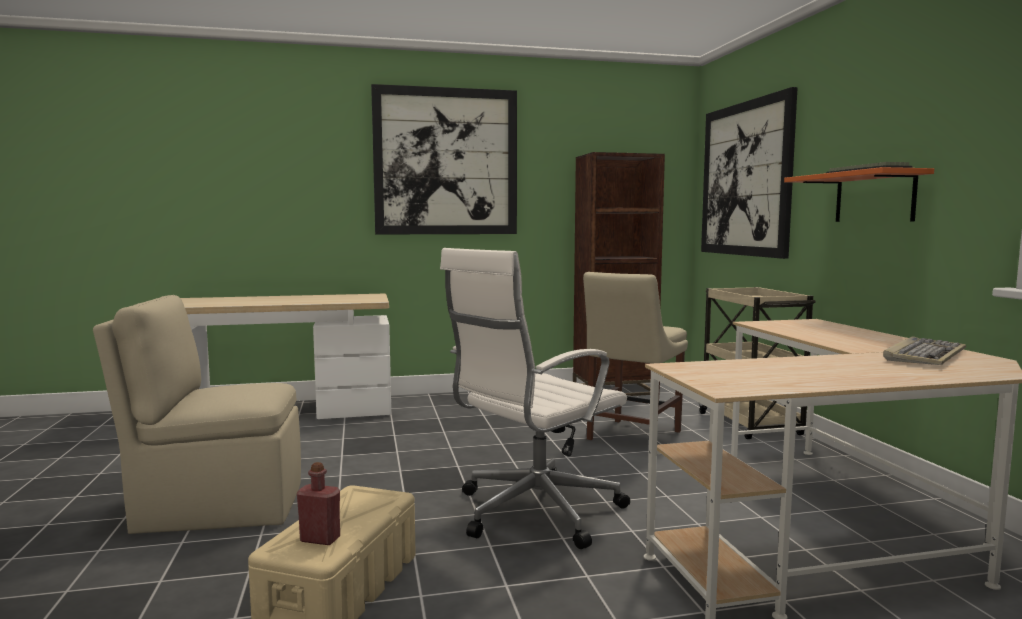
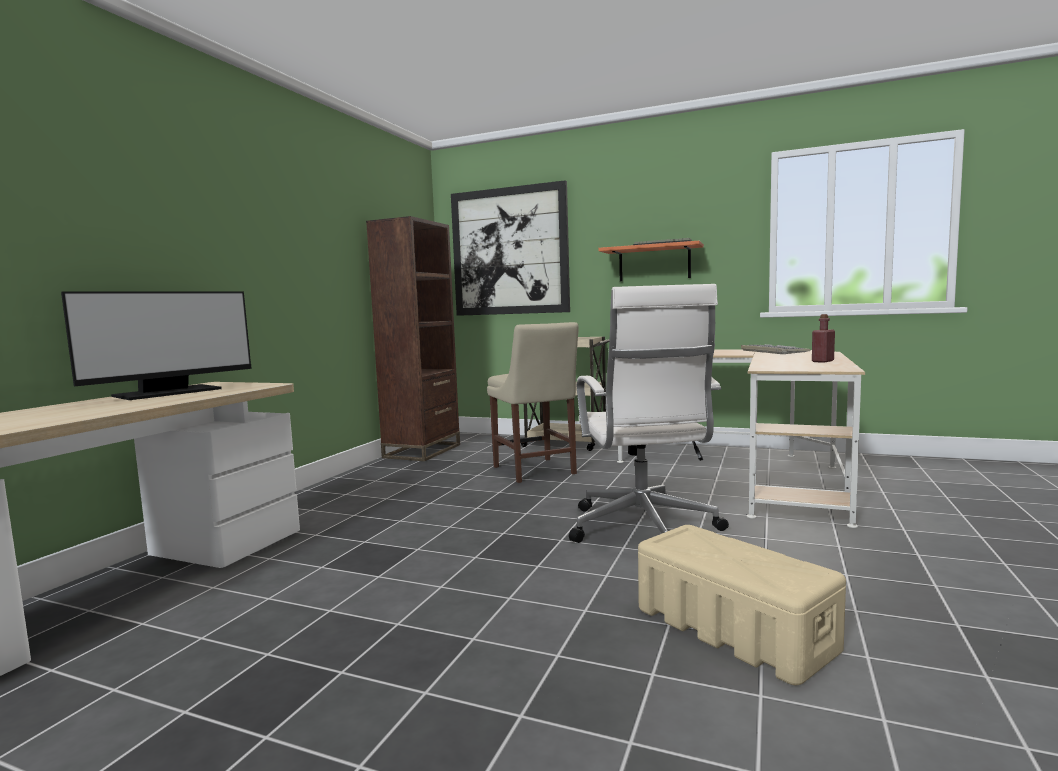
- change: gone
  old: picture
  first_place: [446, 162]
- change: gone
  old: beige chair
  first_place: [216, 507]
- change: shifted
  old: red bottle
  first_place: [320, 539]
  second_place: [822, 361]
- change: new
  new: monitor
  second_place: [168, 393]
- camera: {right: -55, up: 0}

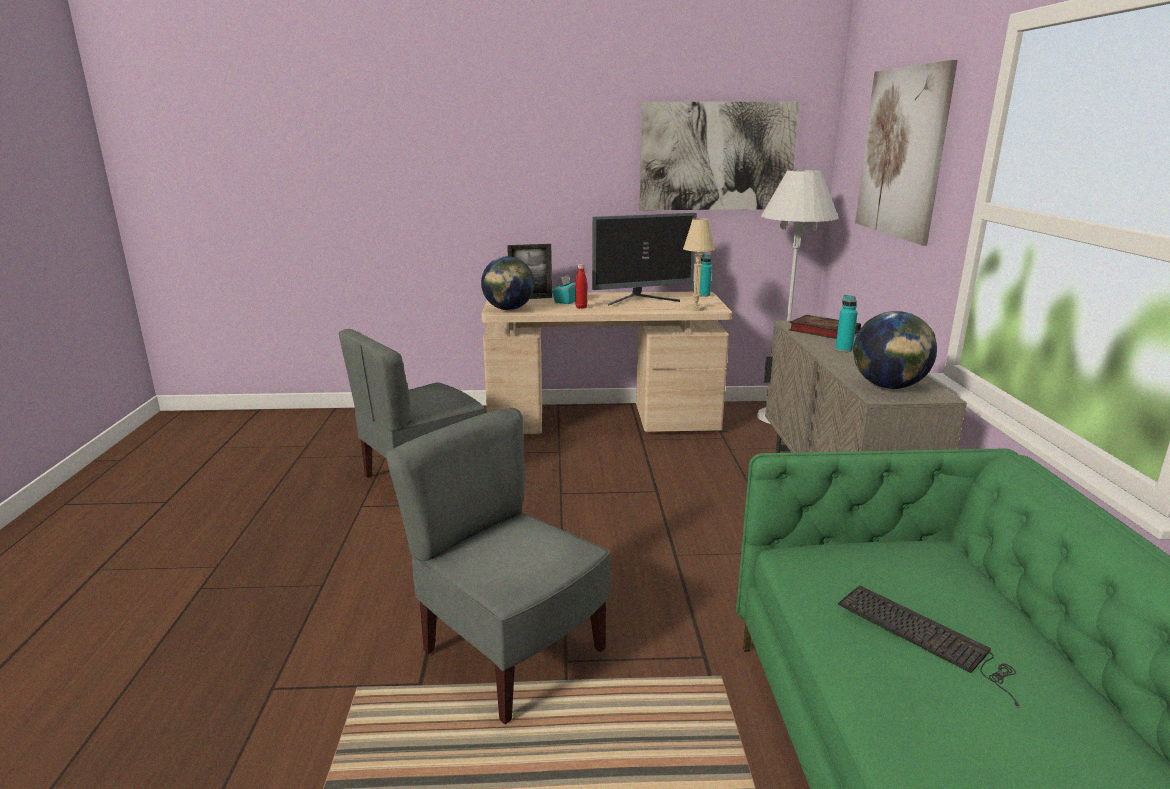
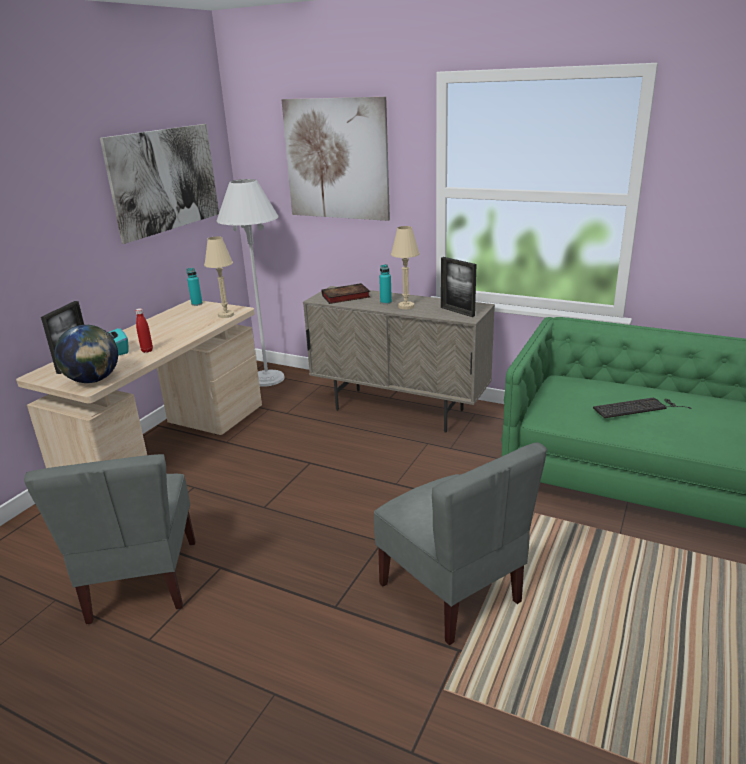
- change: gone
  old: monitor
  first_place: [641, 300]
- change: swapped
  old: globe
  new: picture frame
  first_place: [888, 387]
  second_place: [457, 311]
- change: rotated
  old: grey chair
  first_place: [510, 652]
  second_place: [452, 592]
  degrees: -105
- change: new
  new: beige table lamp
  second_place: [406, 306]
- camera: {right: -60, up: 5}

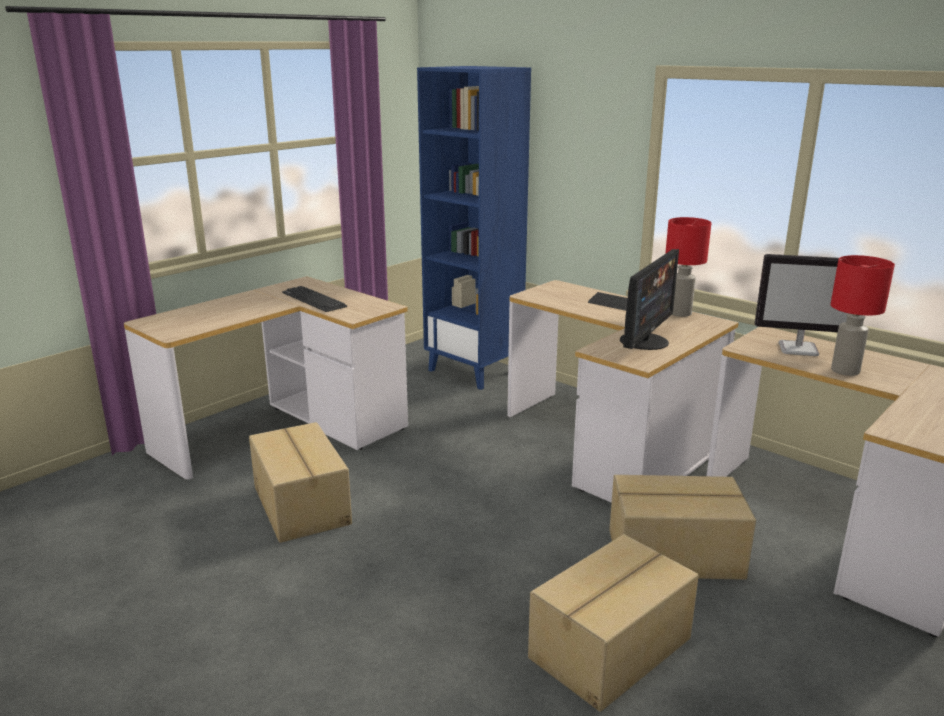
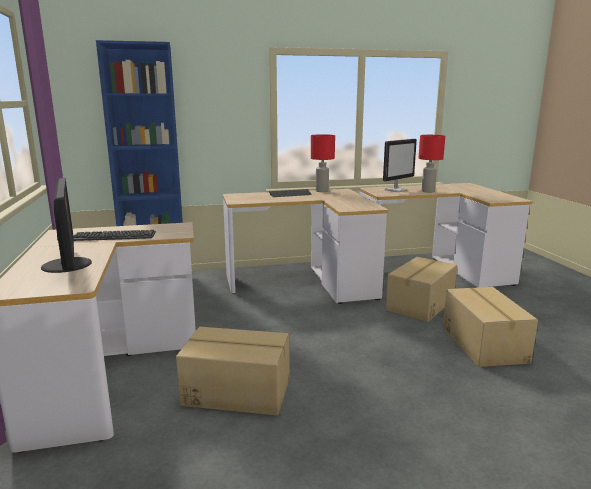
- change: shifted
  old: monitor
  first_place: [645, 341]
  second_place: [68, 264]
- camera: {right: -55, up: -5}

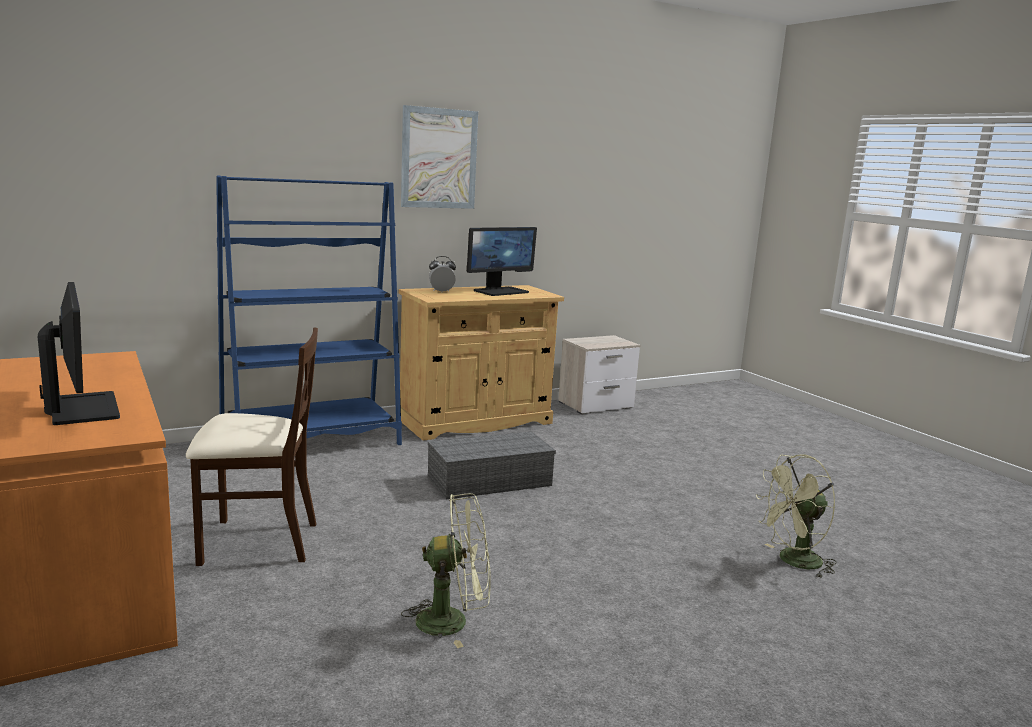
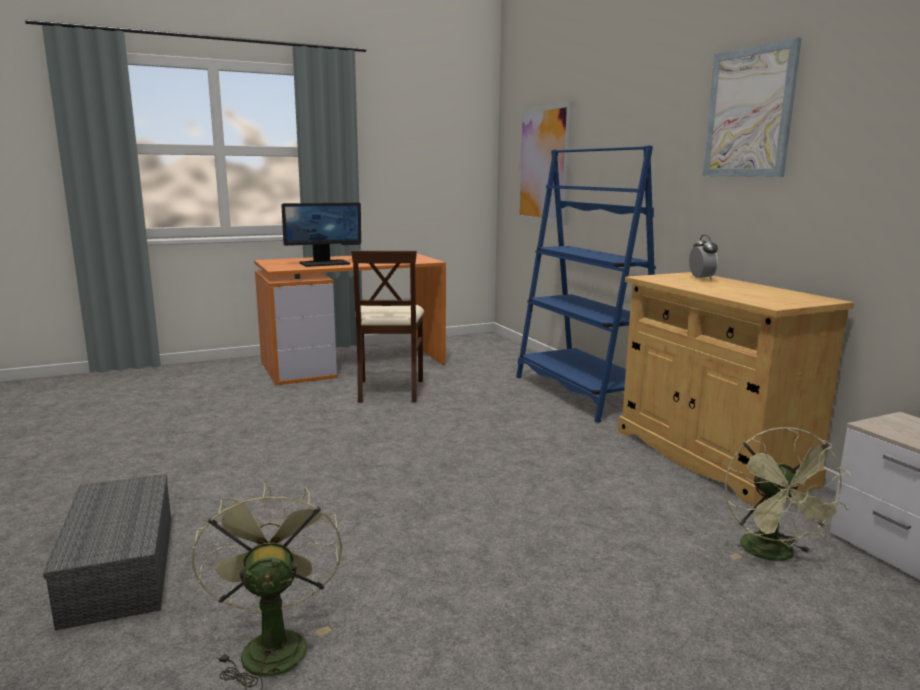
- change: gone
  old: monitor
  first_place: [500, 291]
- change: shifted
  old: grey storage box
  first_place: [490, 480]
  second_place: [122, 569]
- change: shifted
  old: green fan
  first_place: [453, 621]
  second_place: [774, 555]
- change: new
  new: picture
  second_place: [544, 165]
- camera: {right: 95, up: 0}

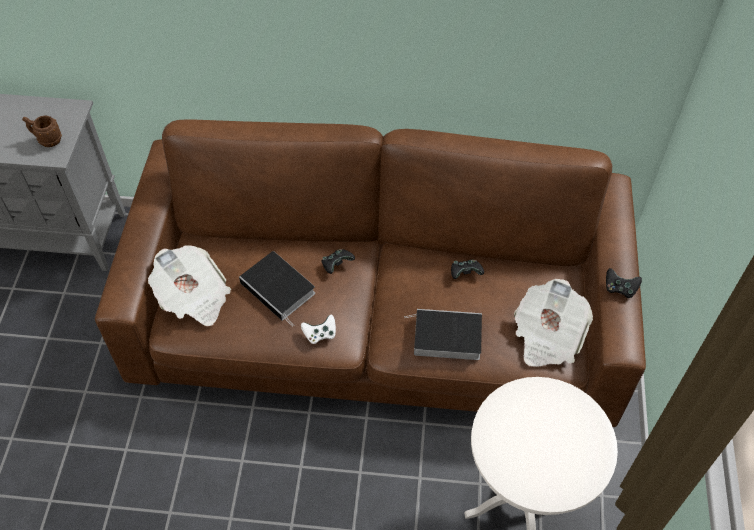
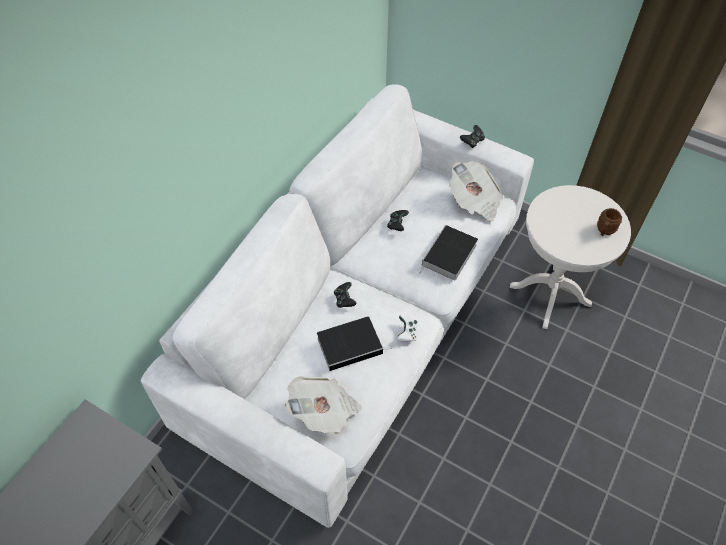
- change: shifted
  old: brown mug
  first_place: [47, 140]
  second_place: [604, 231]
- change: repainted
  old: brown sofa
  new: white sofa
  first_place: [377, 318]
  second_place: [362, 317]
- camera: {right: -65, up: 0}

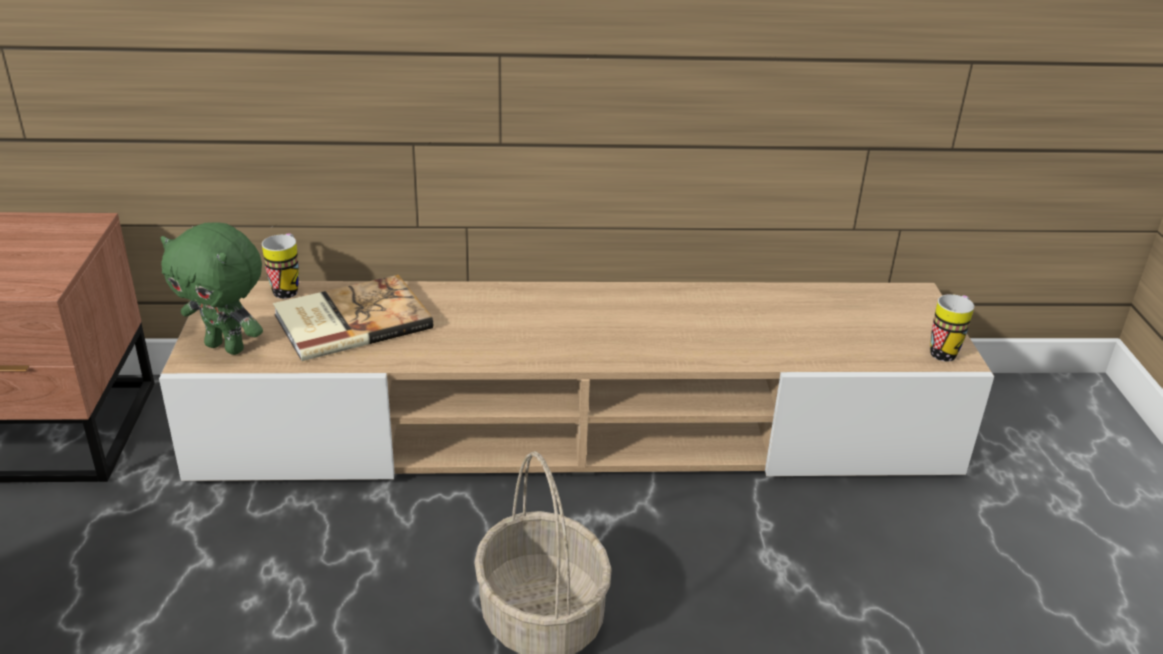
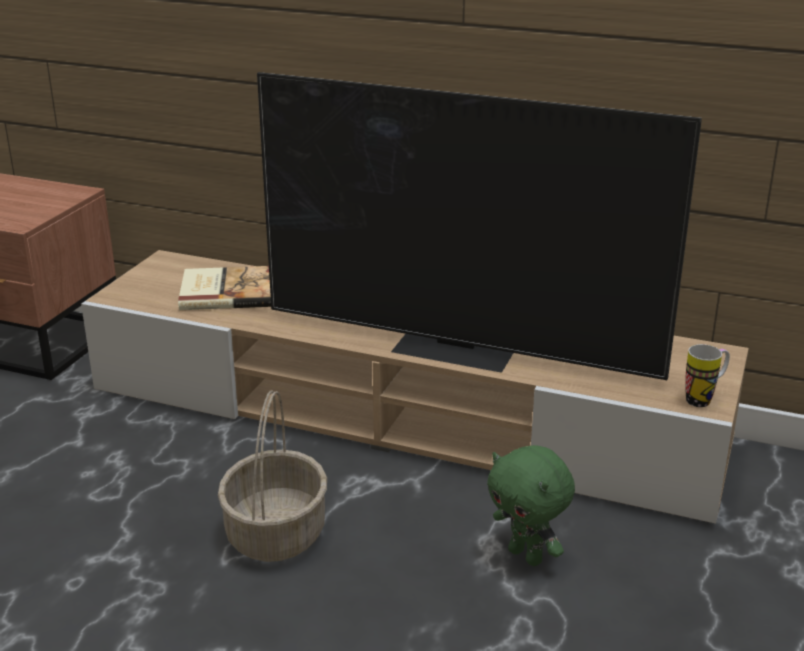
- change: shifted
  old: green plush toy
  first_place: [227, 347]
  second_place: [527, 556]
- change: gone
  old: mug
  first_place: [288, 288]
- change: new
  new: television
  second_place: [458, 347]
- camera: {right: 25, up: -5}

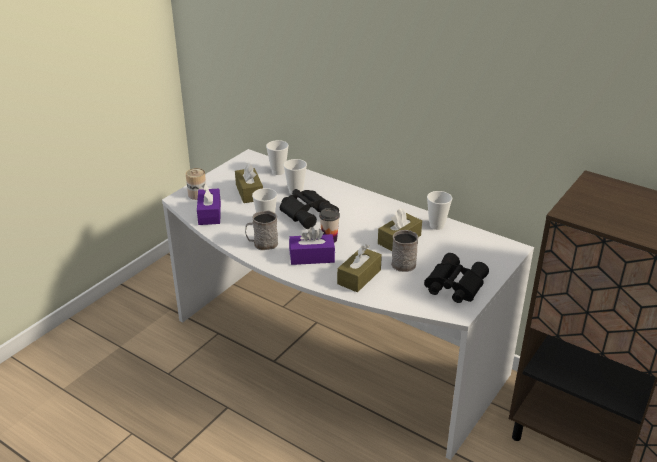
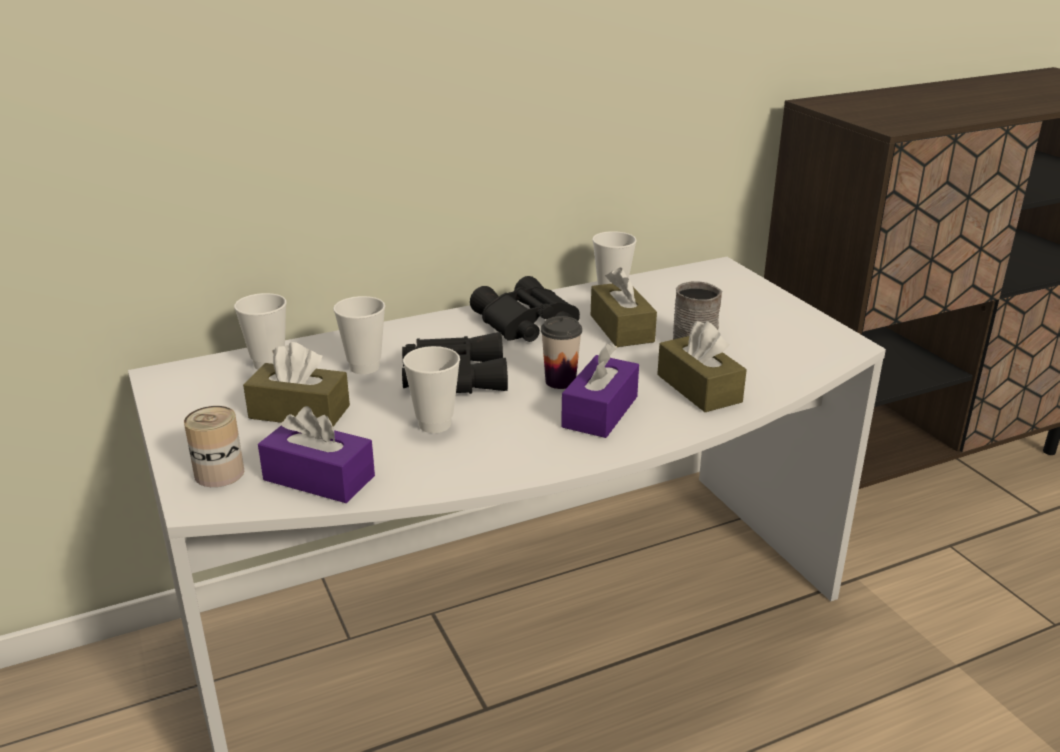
- change: gone
  old: grey mug
  first_place: [262, 244]
- change: shifted
  old: black binoculars
  first_place: [453, 285]
  second_place: [525, 324]
- camera: {right: -60, up: -5}

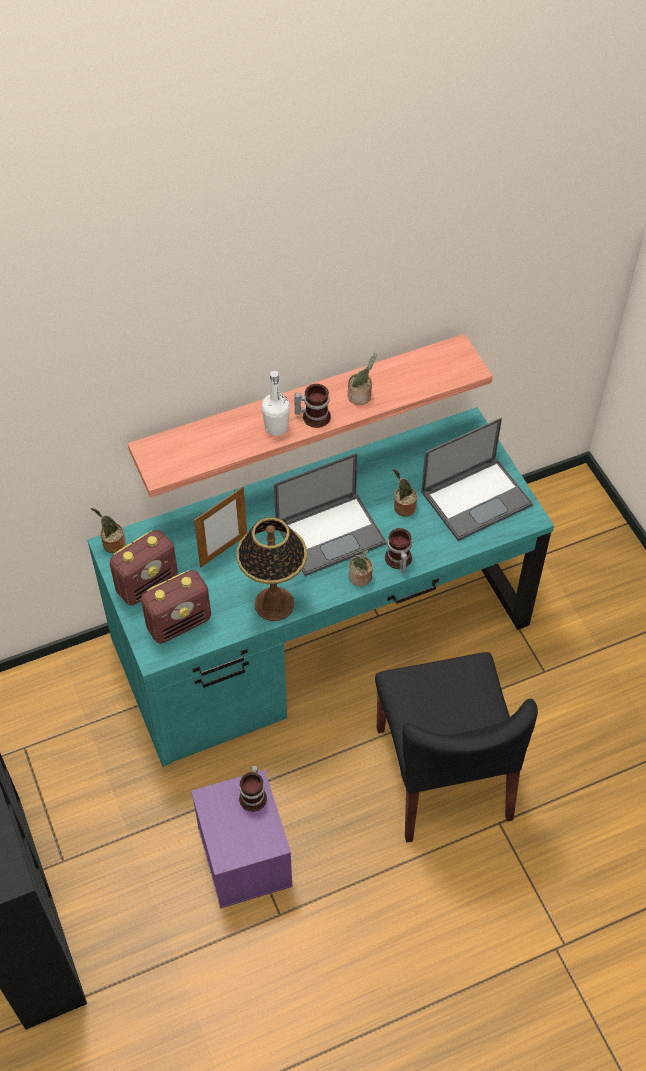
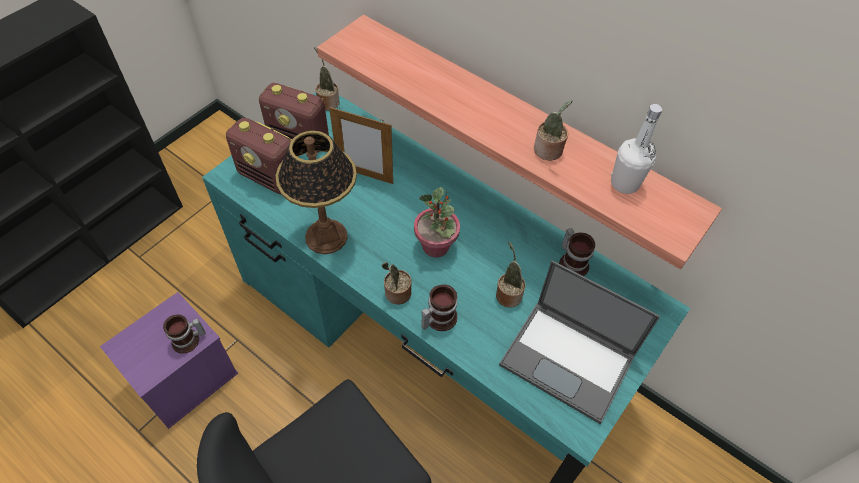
- change: shifted
  old: white bottle
  first_place: [276, 428]
  second_place: [624, 183]
- change: shifted
  old: mug
  first_place: [313, 415]
  second_place: [573, 262]
- change: swapped
  old: laptop
  new: potted plant
  first_place: [331, 533]
  second_place: [436, 246]
- camera: {right: 60, up: 0}

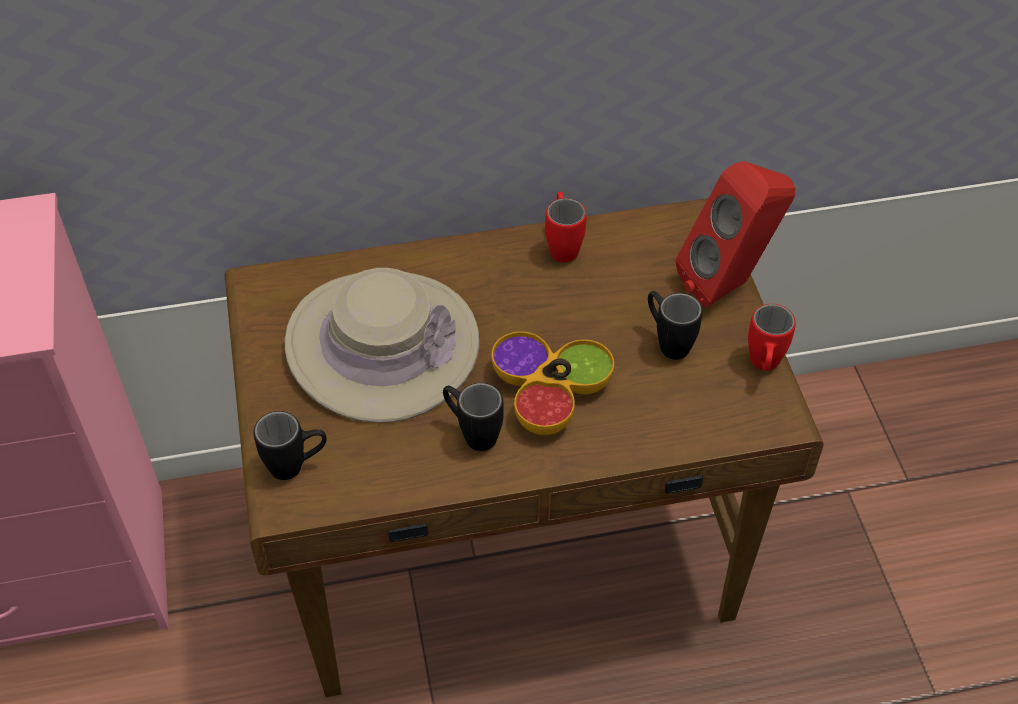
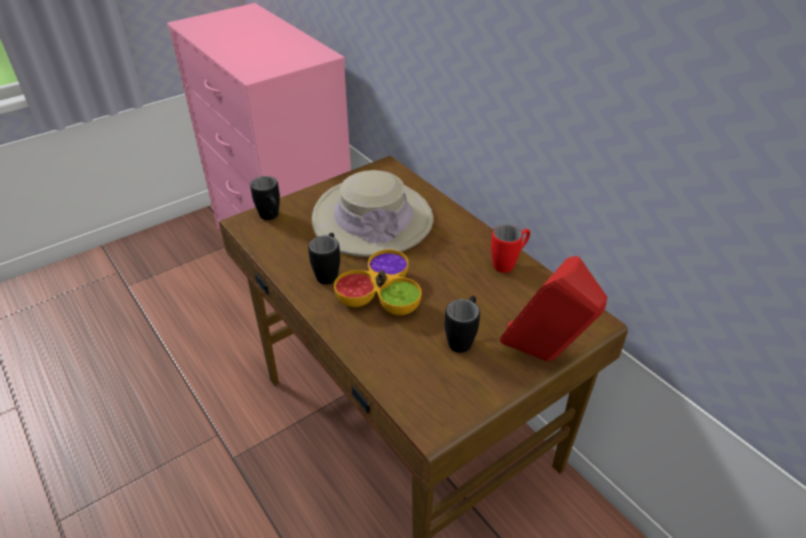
- change: gone
  old: red mug
  first_place: [763, 367]
- camera: {right: 65, up: -10}

